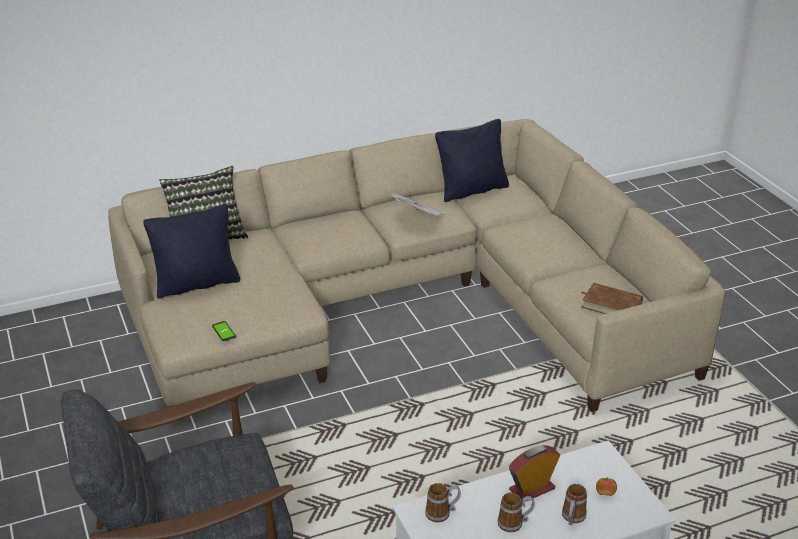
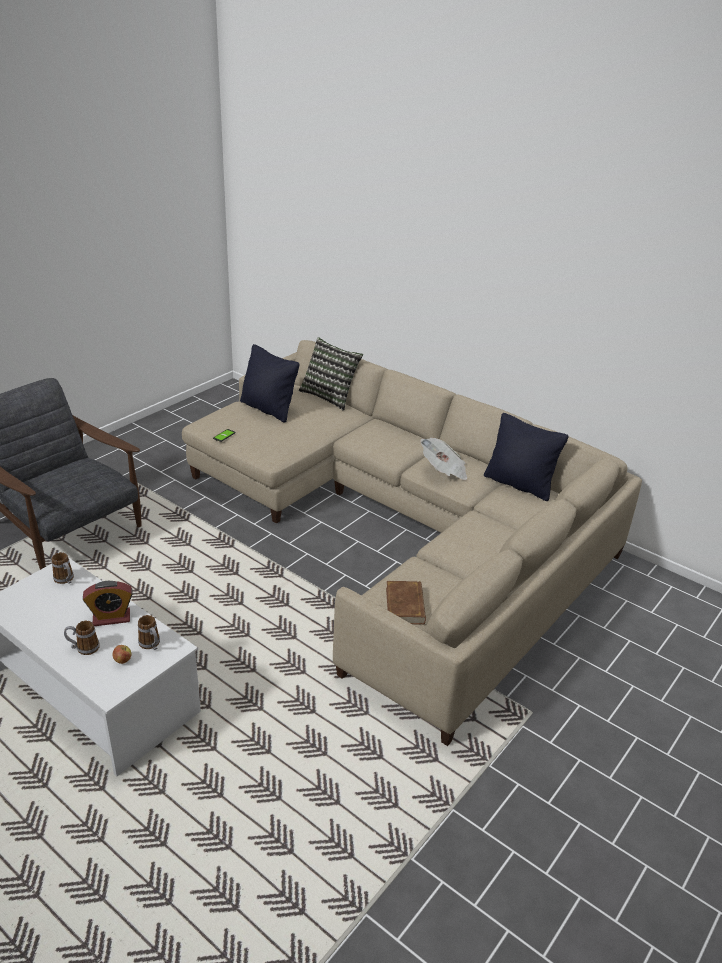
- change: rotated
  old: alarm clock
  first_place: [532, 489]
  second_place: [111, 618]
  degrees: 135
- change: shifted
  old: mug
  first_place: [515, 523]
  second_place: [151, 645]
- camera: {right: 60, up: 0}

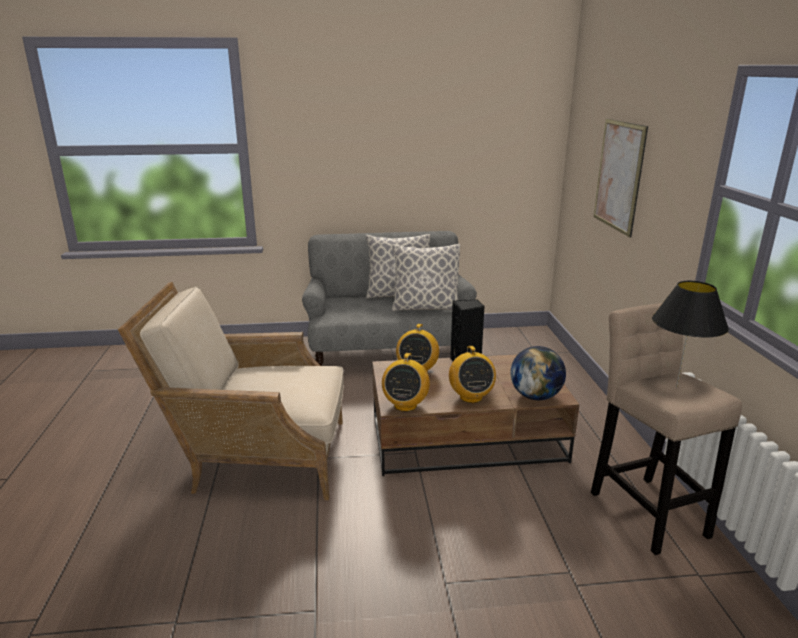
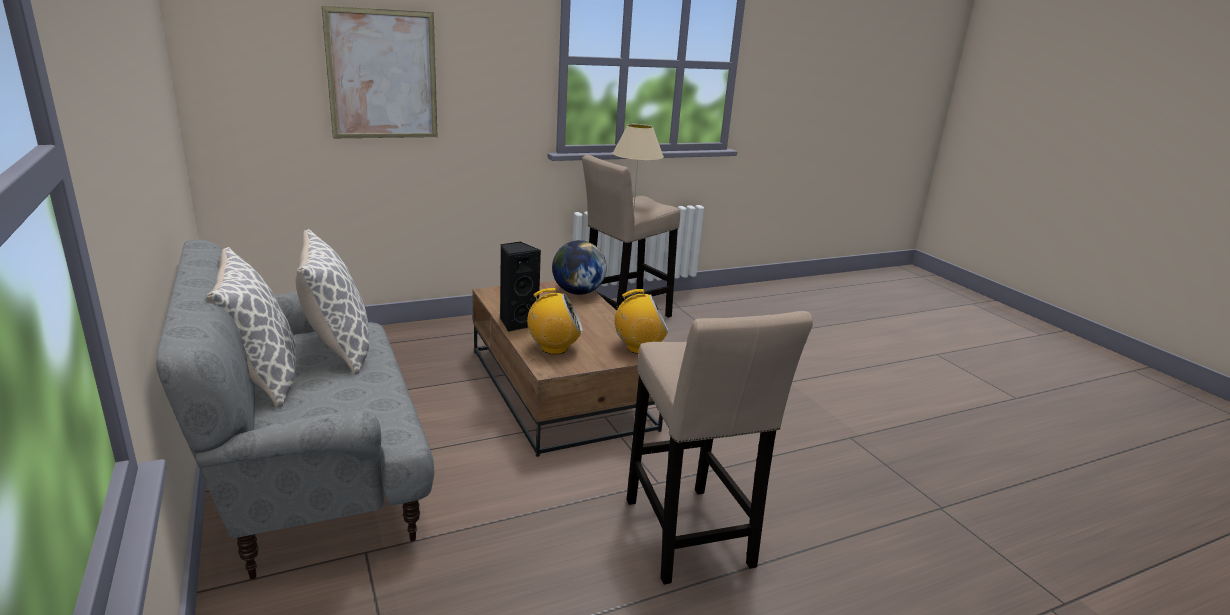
- change: repainted
  old: black table lamp
  new: beige table lamp
  first_place: [676, 387]
  second_place: [633, 207]
- change: swapped
  old: beige armchair
  new: beige stool
  first_place: [257, 457]
  second_place: [689, 538]
- change: gone
  old: radio
  first_place: [470, 397]
- camera: {right: -110, up: 0}

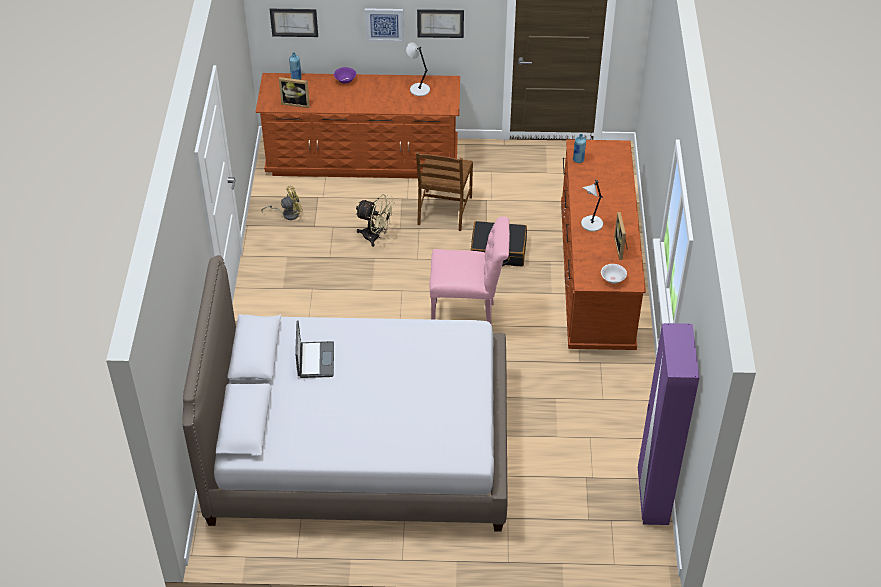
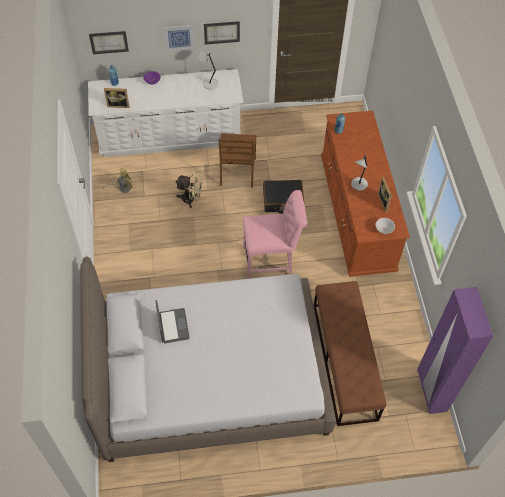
- change: repainted
  old: brown dresser
  new: white dresser
  first_place: [362, 159]
  second_place: [170, 135]
- change: new
  new: brown bench
  second_place: [344, 360]
- camera: {right: -10, up: 10}

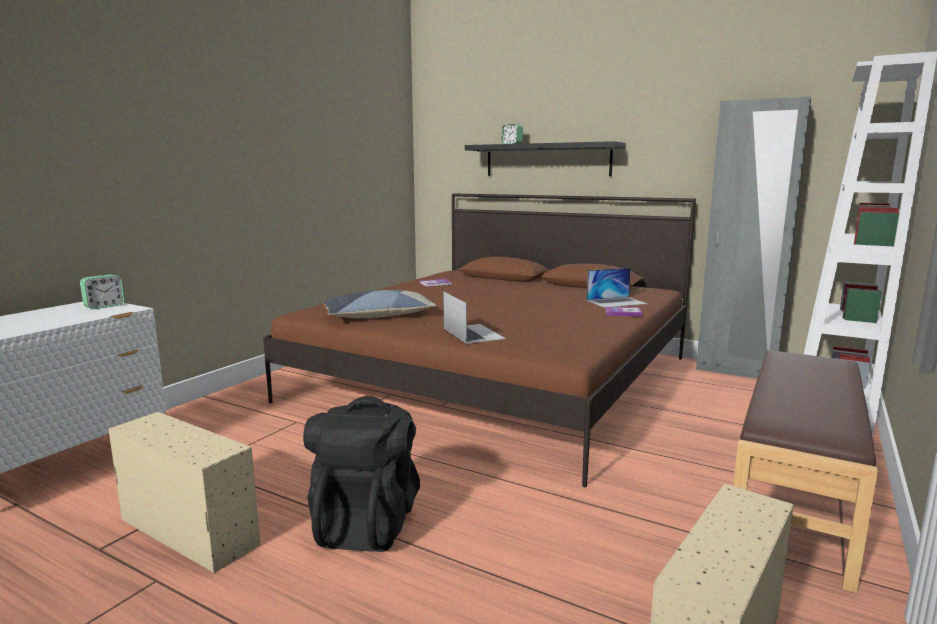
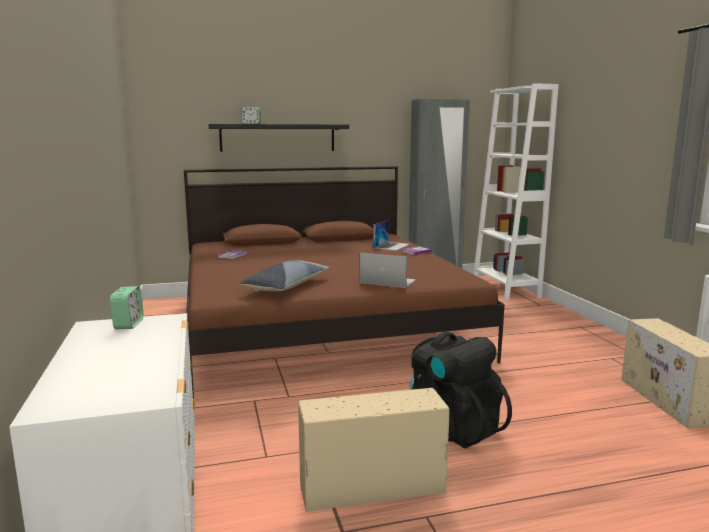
- change: gone
  old: brown bench
  first_place: [796, 495]
- camera: {right: -45, up: 0}

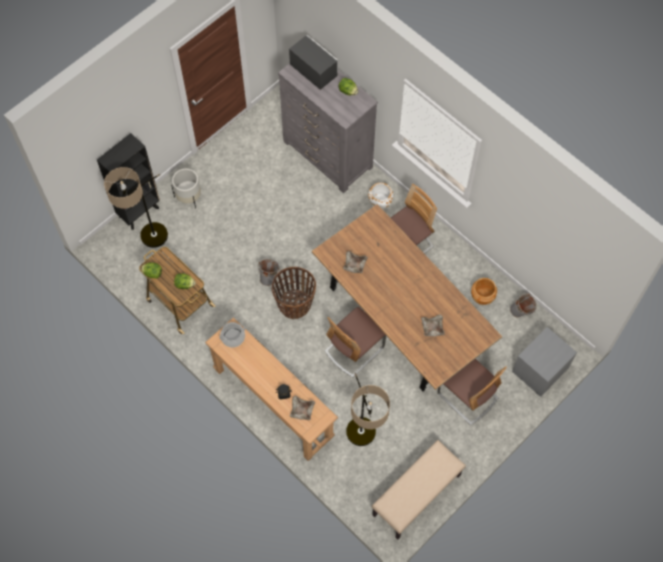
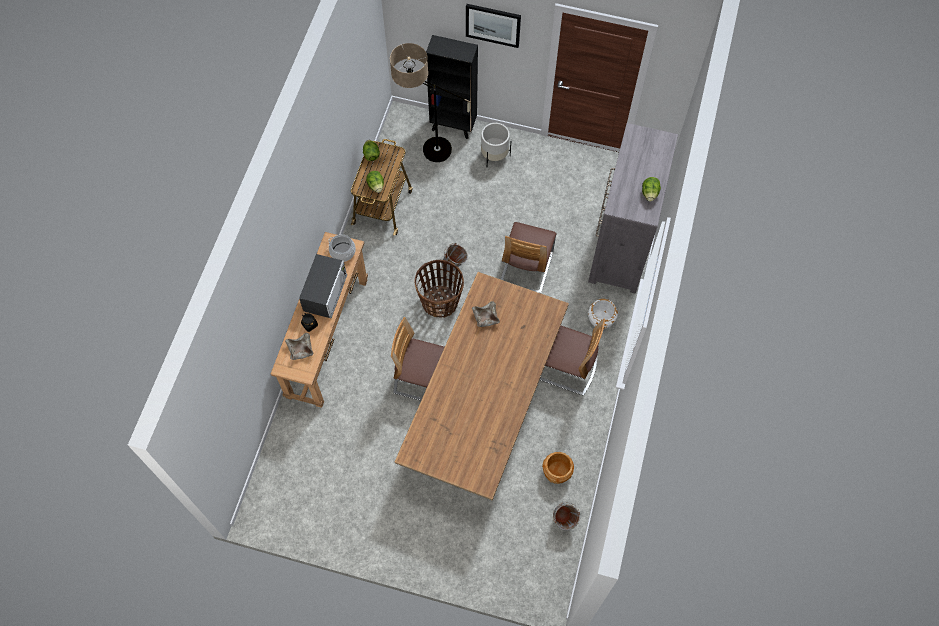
- change: shifted
  old: microwave
  first_place: [313, 70]
  second_place: [325, 293]
- change: gone
  old: beige bowl
  first_place: [432, 328]
- change: gone
  old: grey nightstand
  first_place: [540, 370]
- change: shifted
  old: chair
  first_place: [467, 396]
  second_place: [526, 267]
- change: gone
  old: floor lamp
  first_place: [363, 443]
- change: gone
  old: beige bench
  first_place: [416, 495]
- change: new
  new: picture
  second_place: [493, 25]
- camera: {right: 60, up: 0}

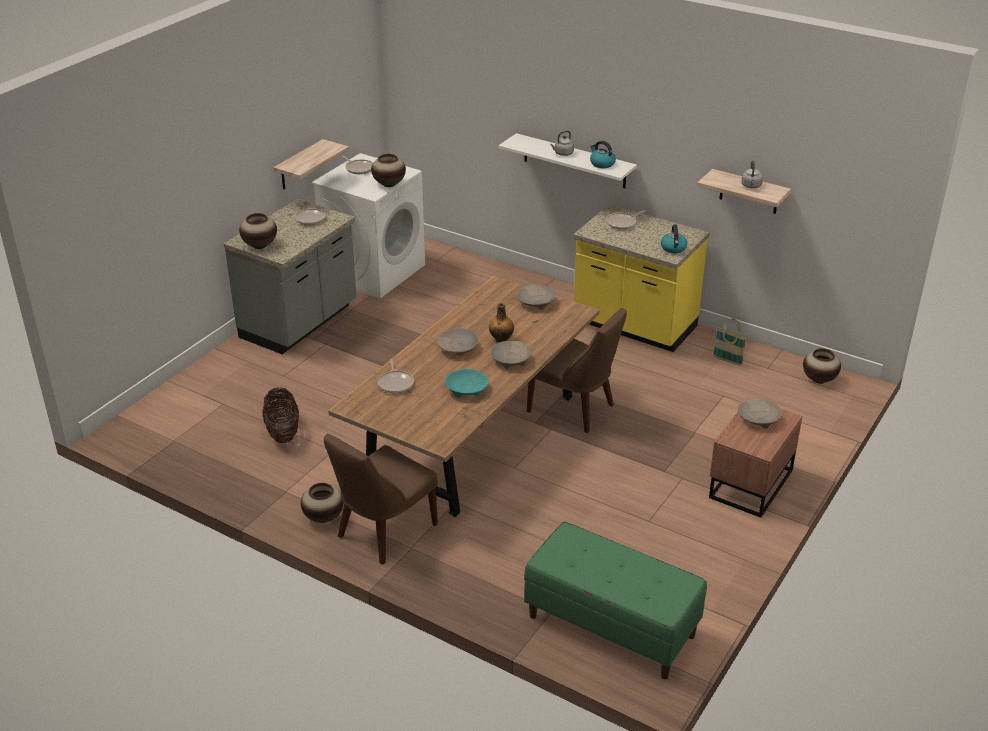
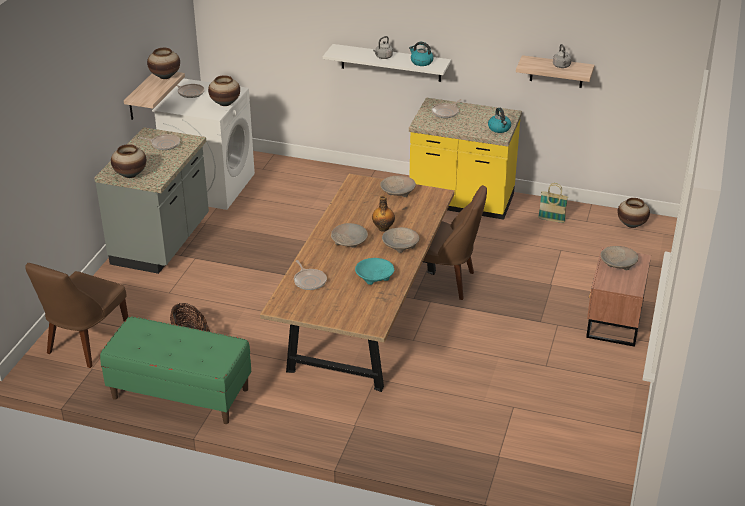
- change: shifted
  old: brown chair
  first_place: [383, 532]
  second_place: [85, 344]
- change: shifted
  old: vase
  first_place: [323, 517]
  second_place: [165, 76]
- change: shifted
  old: green bench
  first_place: [610, 626]
  second_place: [180, 394]
- camera: {right: -15, up: 0}

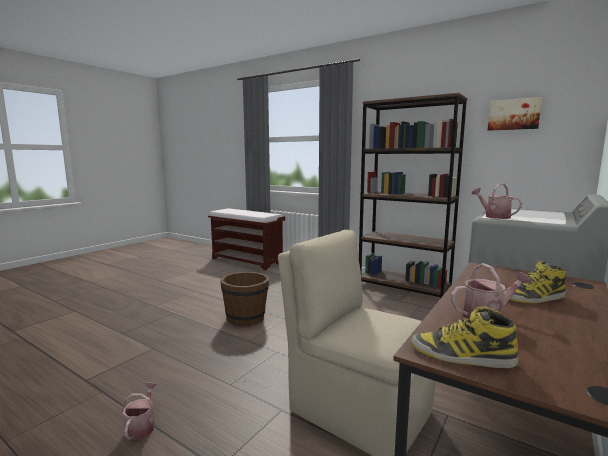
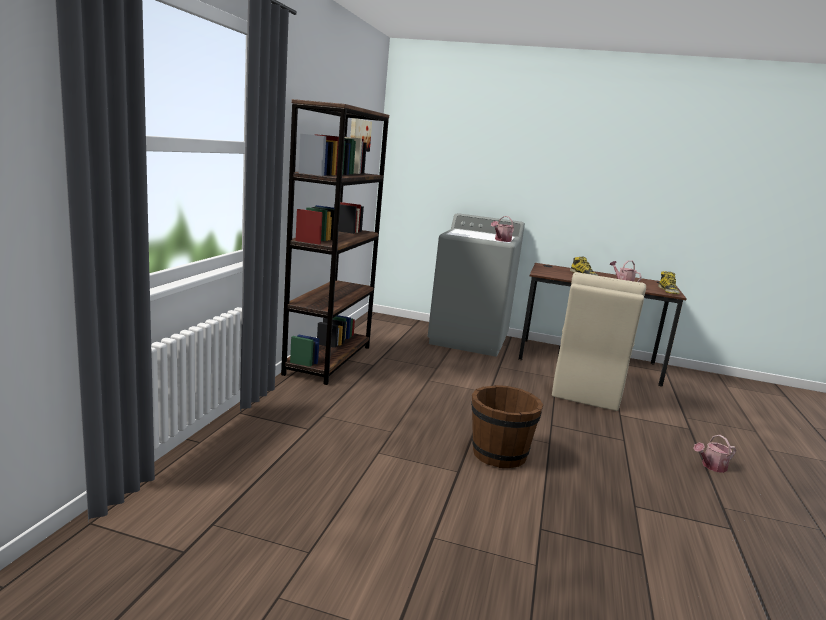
- change: gone
  old: brown bench
  first_place: [247, 261]
- camera: {right: -110, up: 5}

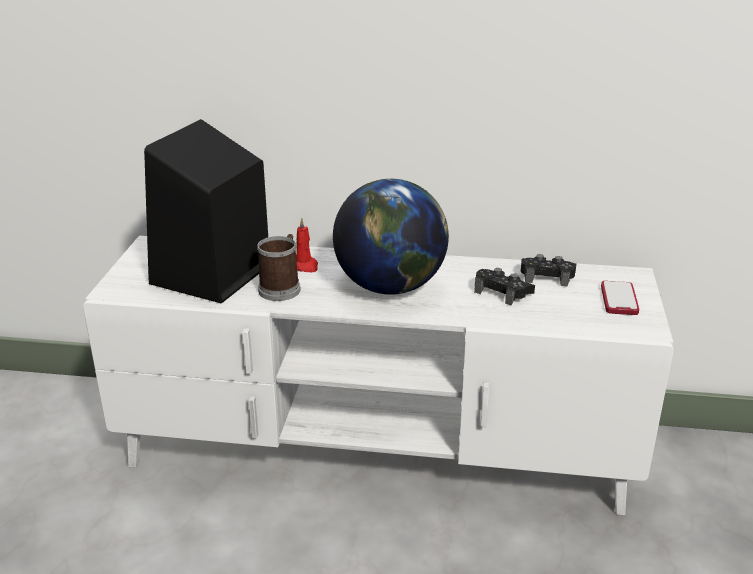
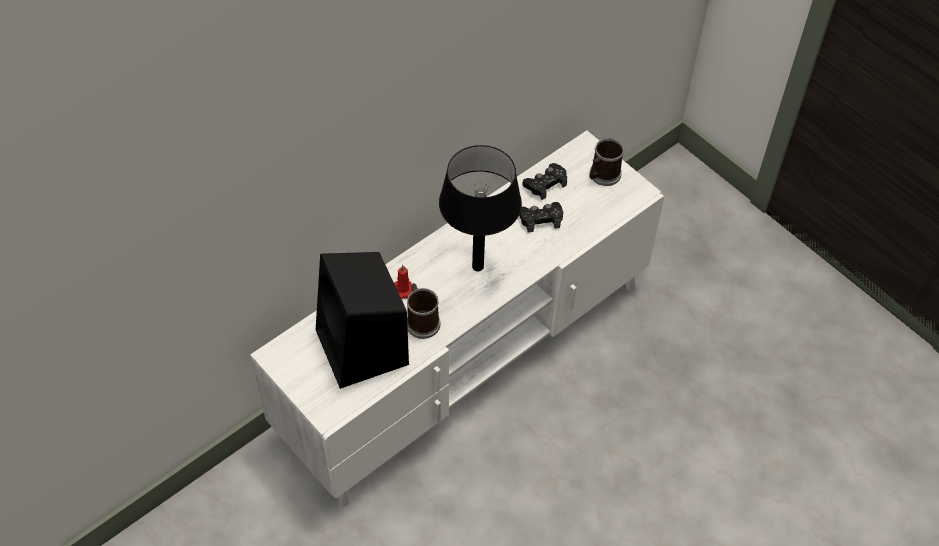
- change: swapped
  old: globe
  new: black table lamp
  first_place: [390, 286]
  second_place: [478, 266]
- change: swapped
  old: phone
  new: mug
  first_place: [619, 299]
  second_place: [602, 176]
- camera: {right: -50, up: 25}

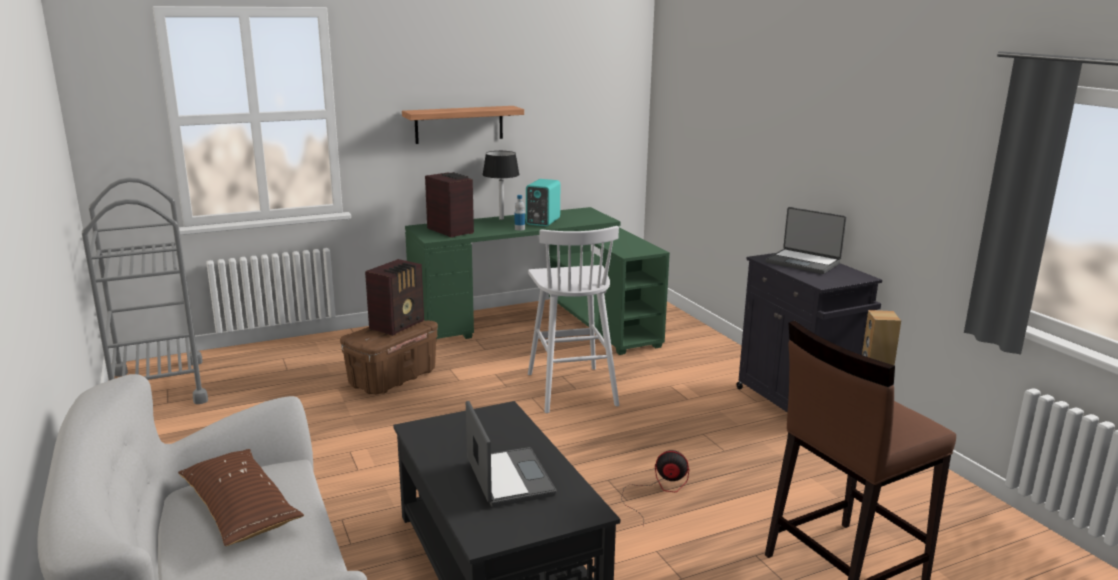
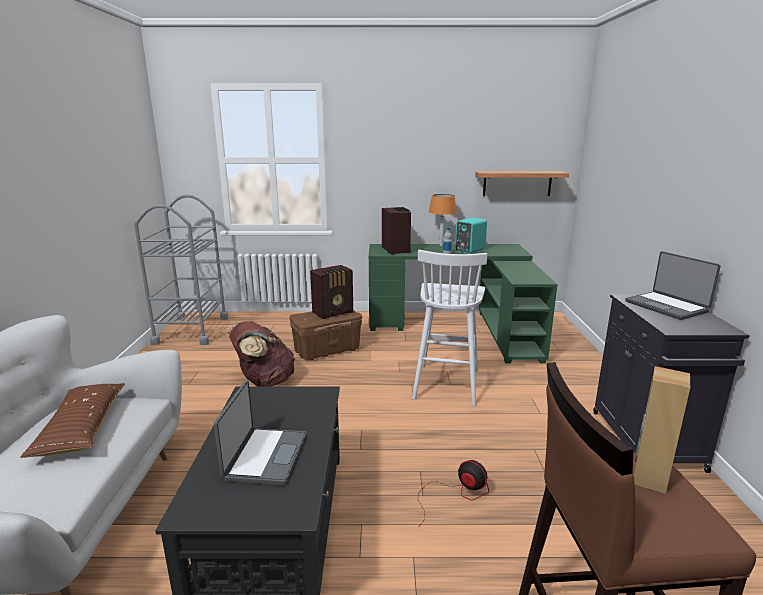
- change: shifted
  old: shelf
  first_place: [459, 124]
  second_place: [517, 183]
- change: repainted
  old: black table lamp
  new: orange table lamp
  first_place: [501, 219]
  second_place: [441, 245]
- change: new
  new: brown backpack
  second_place: [264, 381]
- camera: {right: 25, up: 0}

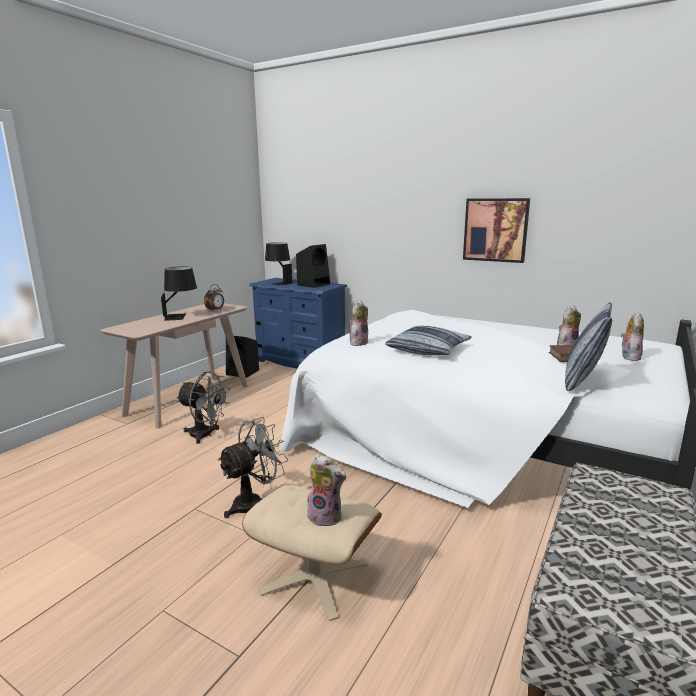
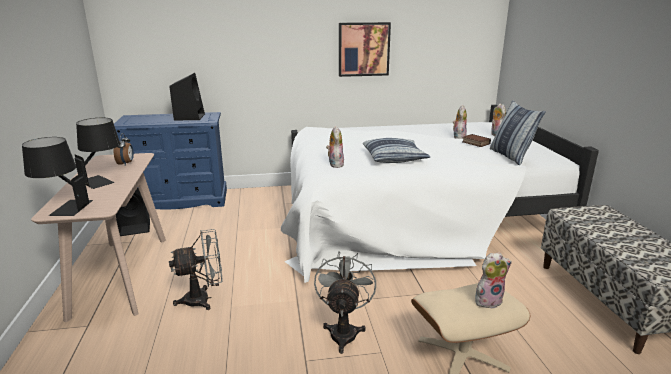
- change: shifted
  old: black table lamp
  first_place: [279, 282]
  second_place: [63, 207]
- camera: {right: -40, up: 5}

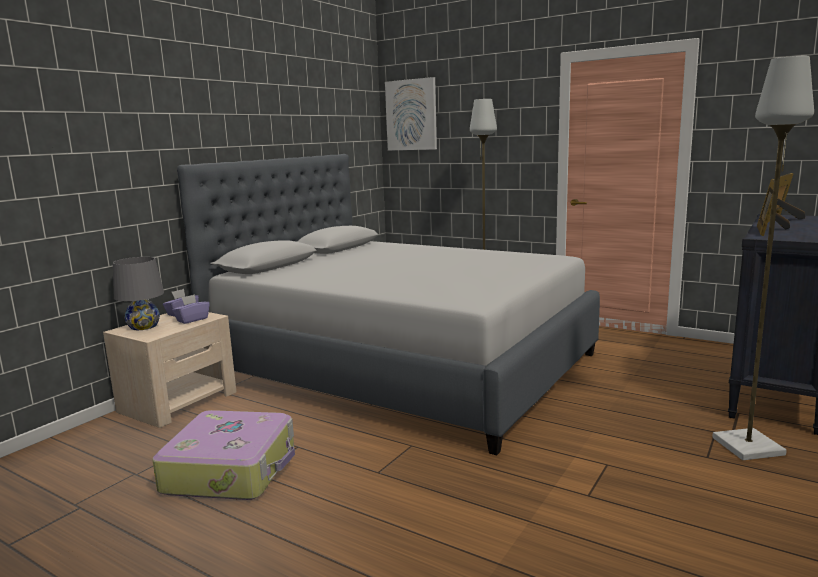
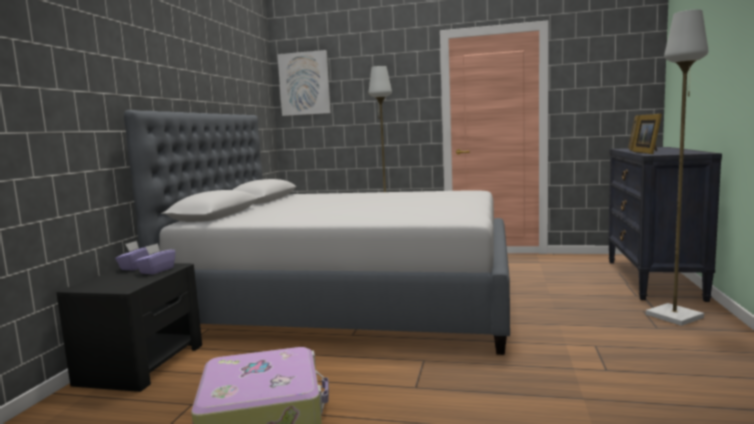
- change: gone
  old: grey table lamp
  first_place: [143, 326]
- change: repainted
  old: beige nightstand
  new: black nightstand
  first_place: [179, 401]
  second_place: [142, 363]
- camera: {right: -20, up: -5}

